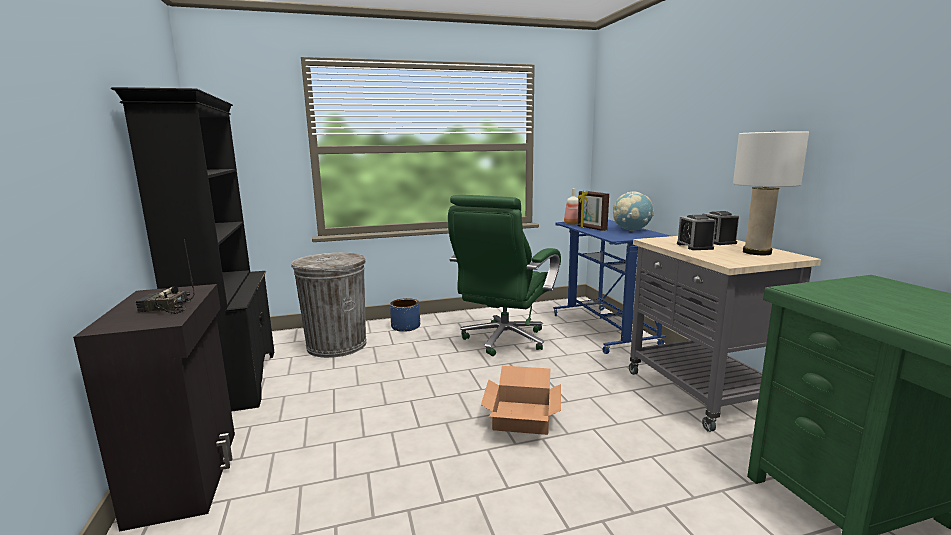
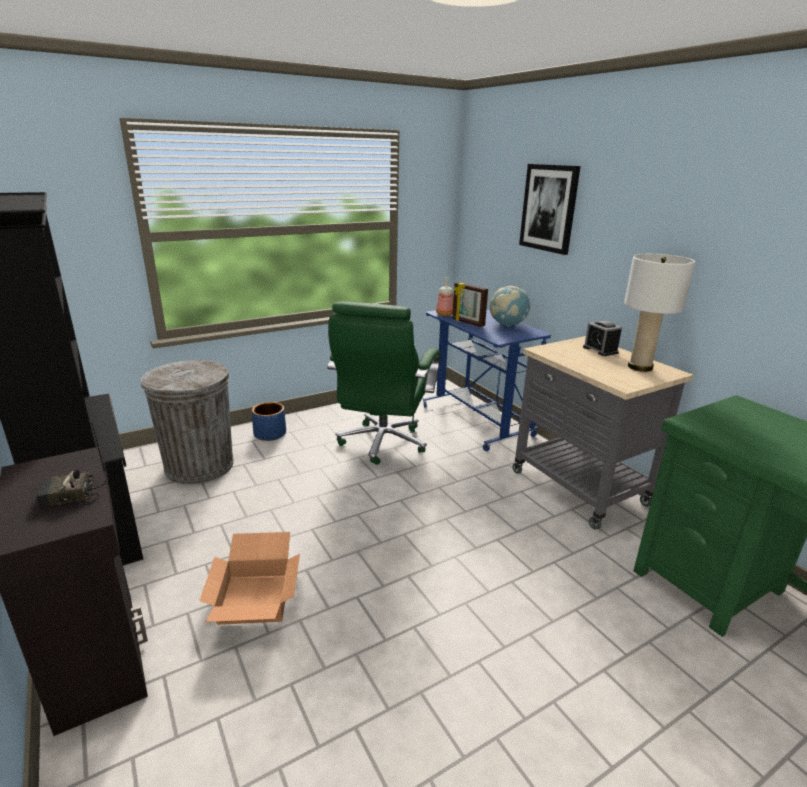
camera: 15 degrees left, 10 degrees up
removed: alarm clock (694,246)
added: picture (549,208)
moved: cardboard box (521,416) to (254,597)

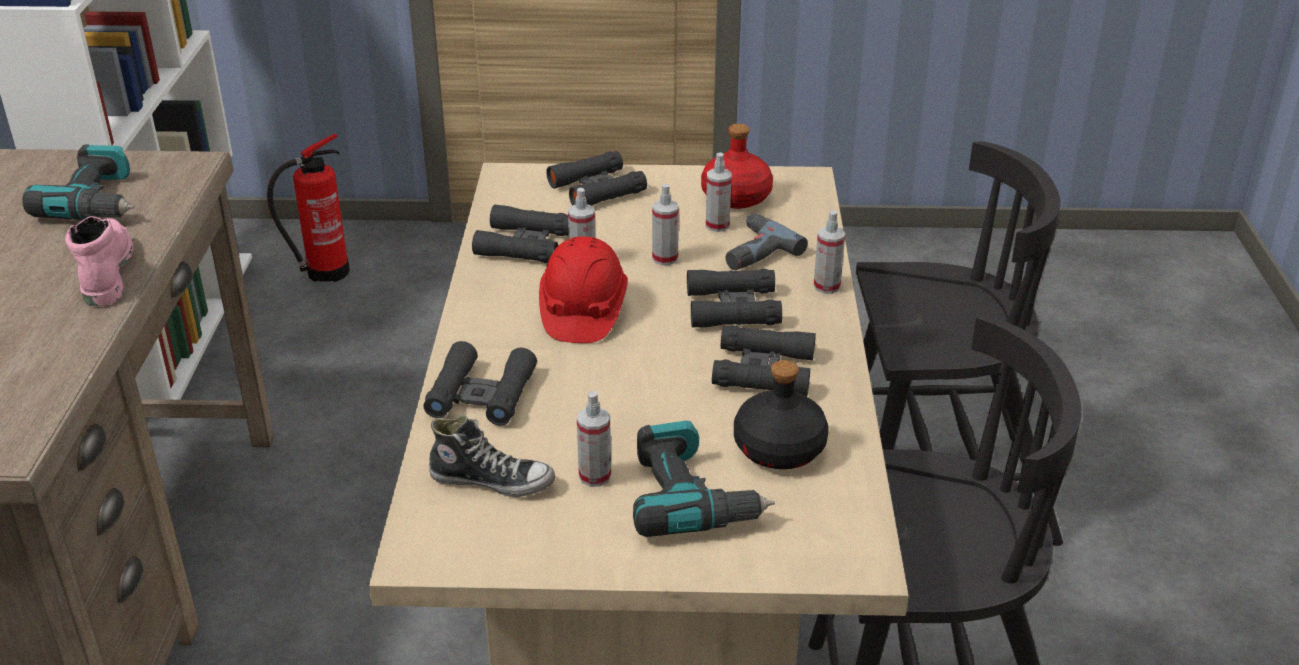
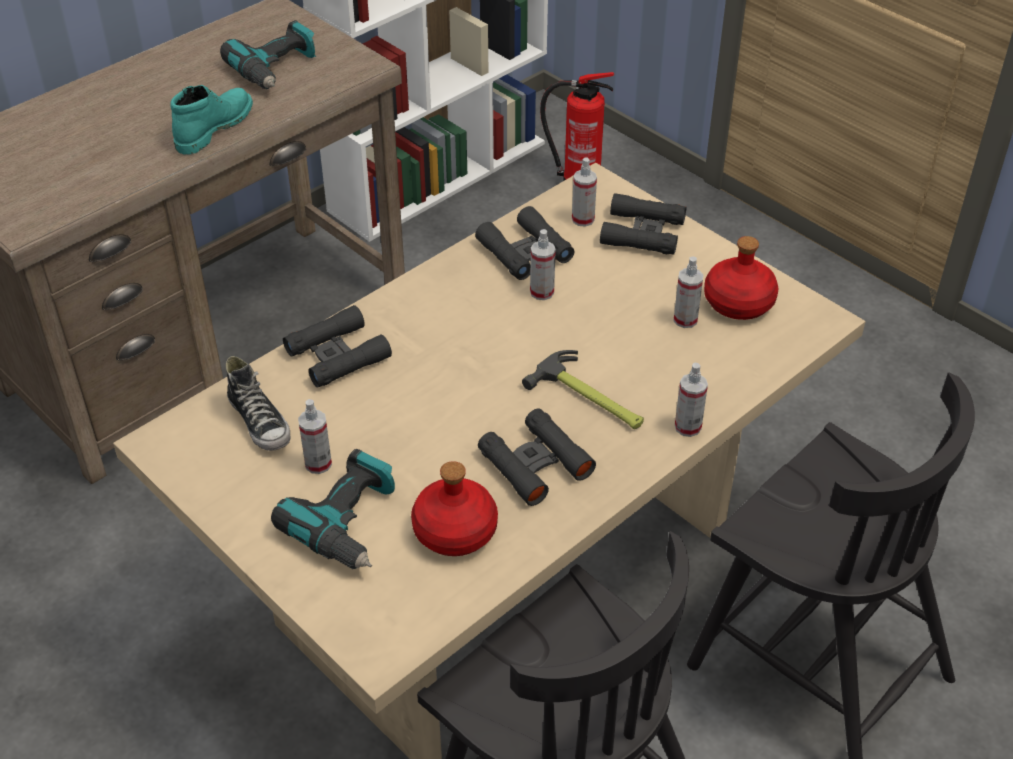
camera: 45 degrees right, 10 degrees up
removed: power drill (751,251); red hard hat (582,312)
moved: spray bottle (665,258) to (583,219)
replaced: black binoculars (733,308) to hammer (590,398)
recoloured: pink boot (105,272) to turquoise boot (213,128); black bottle (778,449) to red bottle (454,531)

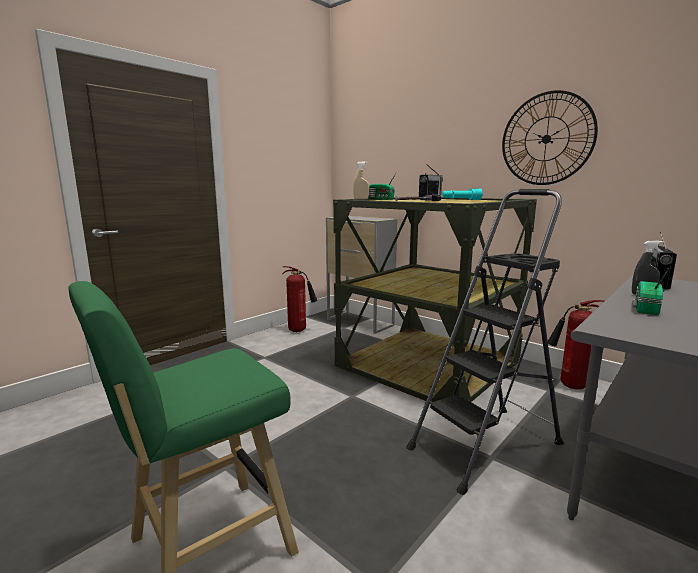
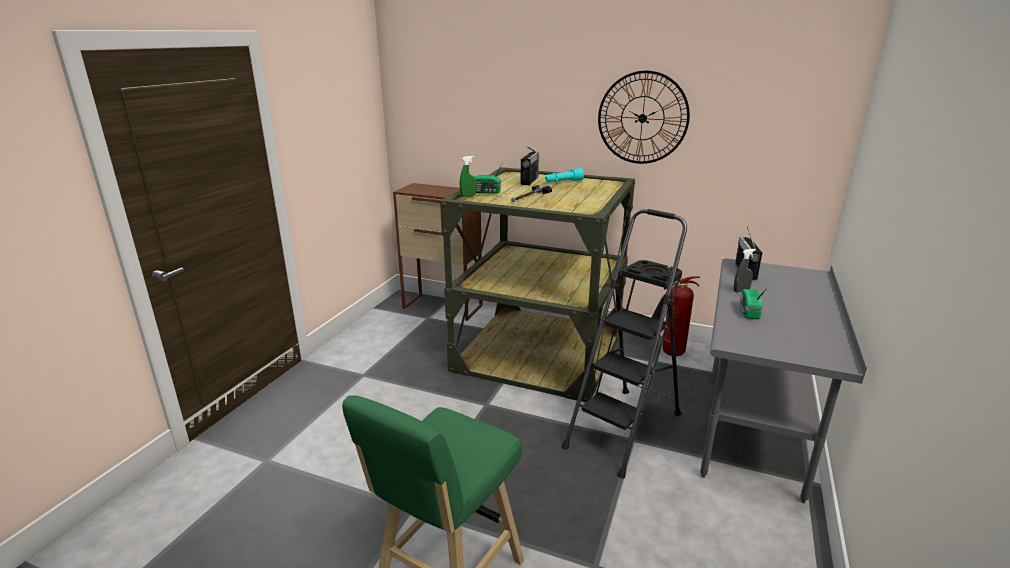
camera: 20 degrees left, 10 degrees up
removed: fire extinguisher (299,330)
recoloured: beige spray bottle (361,199) to green spray bottle (468,196); grey cabinet (360,323) to brown cabinet (443,307)

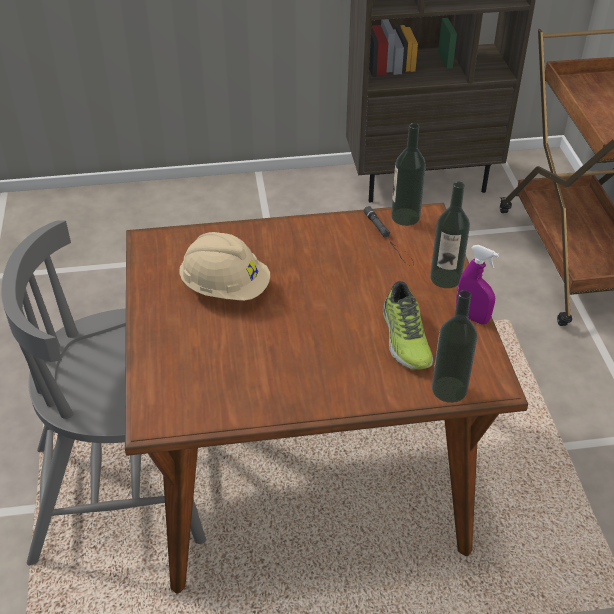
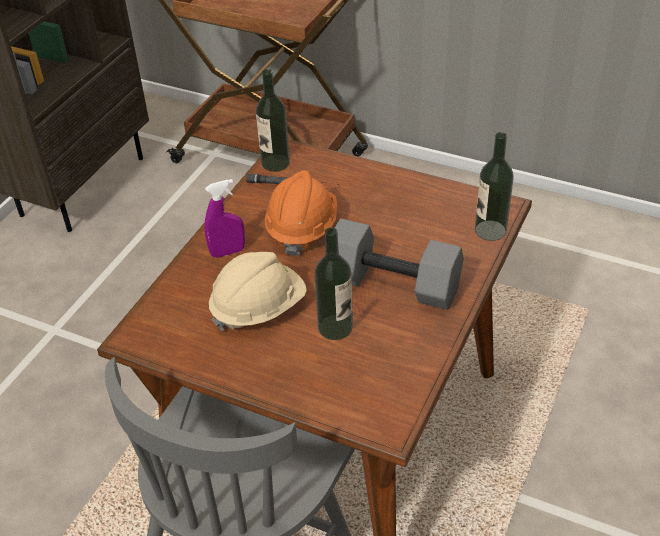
camera: 55 degrees left, 0 degrees up
removed: shoe (404,338)
added: orange hard hat (302,229); grey dumbbell (395,283)
moved: bottle (445,278) to (335,327); purple spray bottle (472,317) to (227,252)

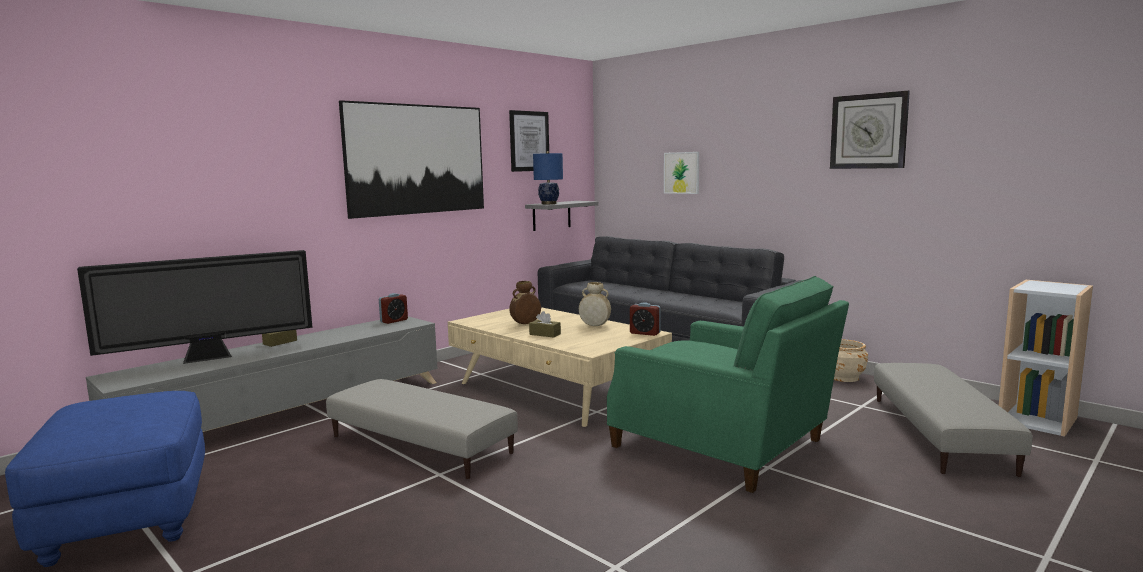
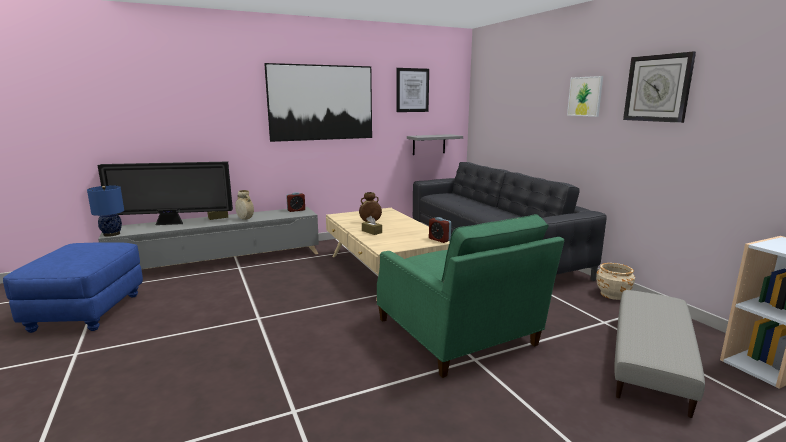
camera: 20 degrees right, 5 degrees up
removed: grey ottoman (420,444)
moved: blue table lamp (549,204) to (111,234); picture (681,173) to (585,96); beige vase (594,325) to (245,219)

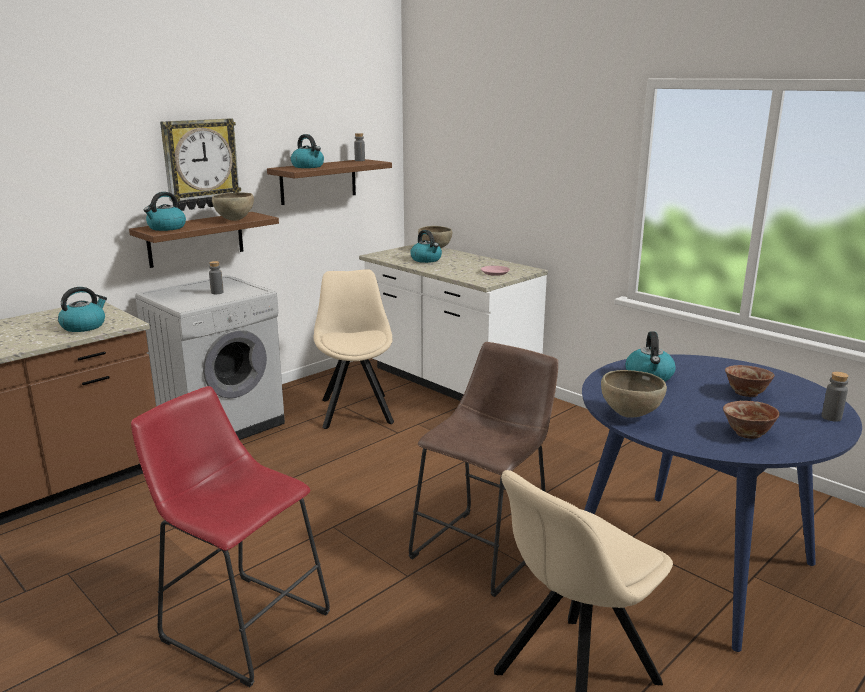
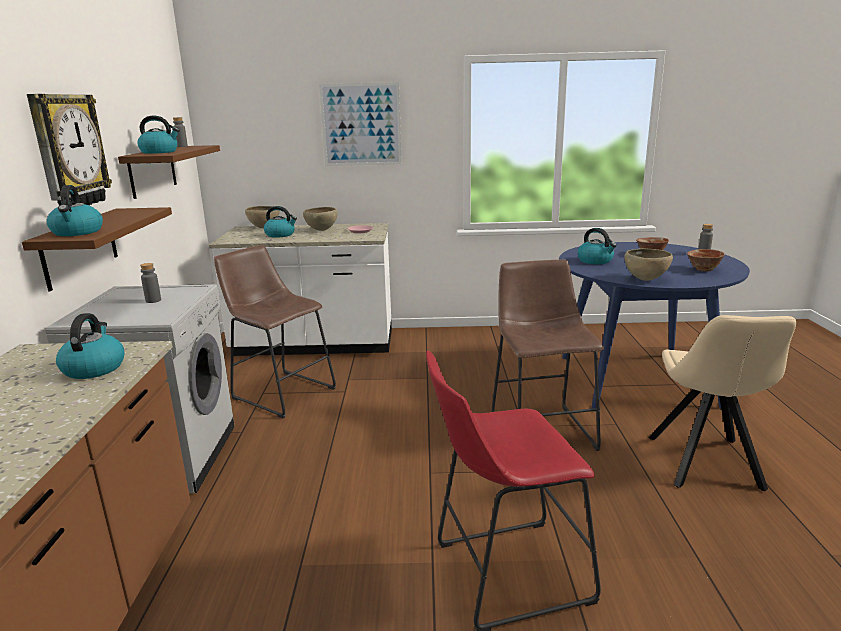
camera: 45 degrees left, 0 degrees up
added: picture (361,125)
moved: brown bowl (235,220) to (321,230)
replaced: beige chair (356,411) to brown stool (280,391)

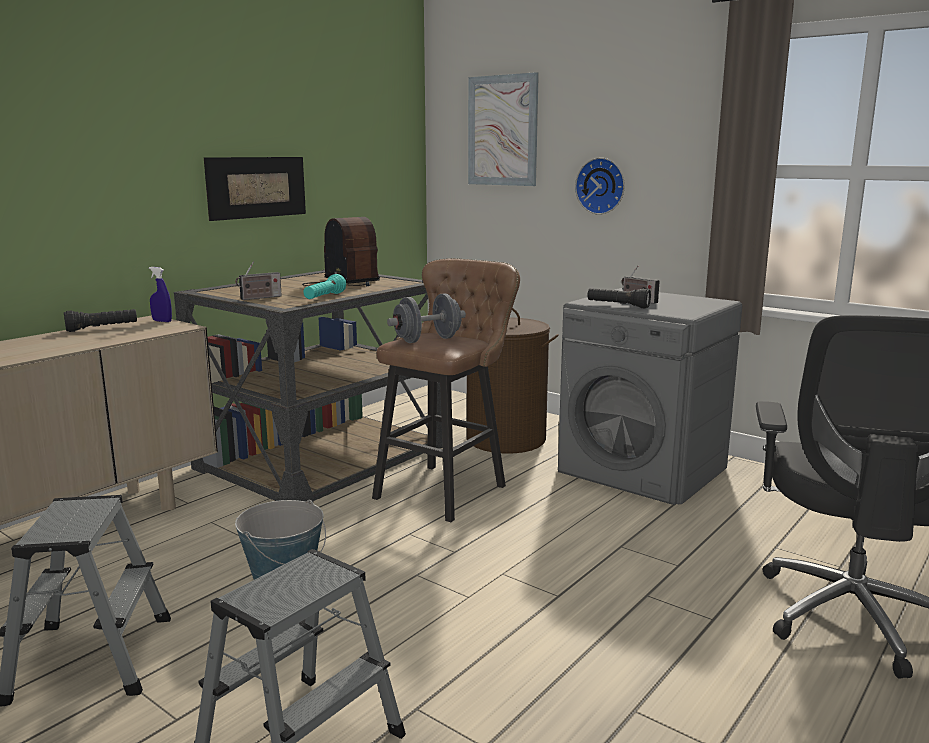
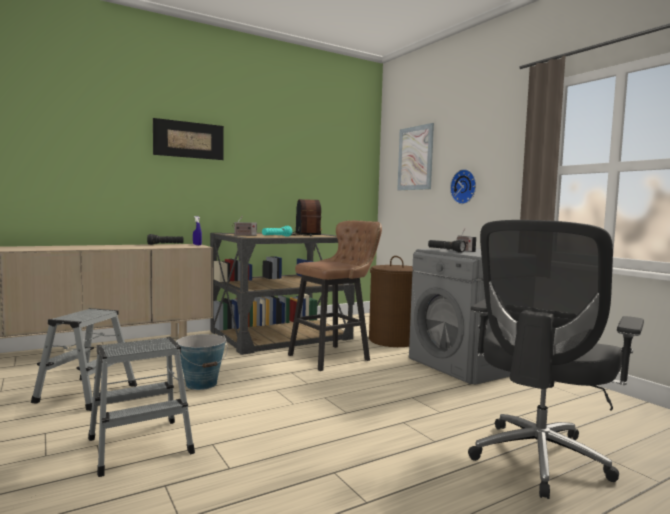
camera: 20 degrees right, 10 degrees down
removed: grey dumbbell (427,340)
moved: picture (257,187) to (189,140)

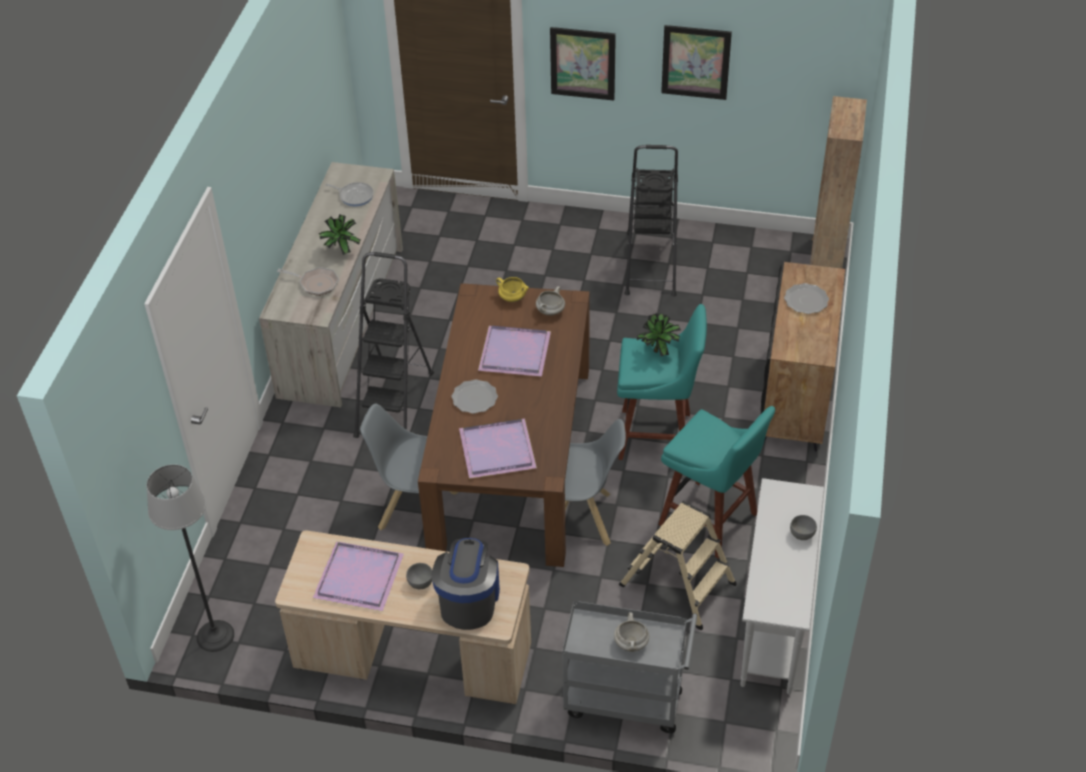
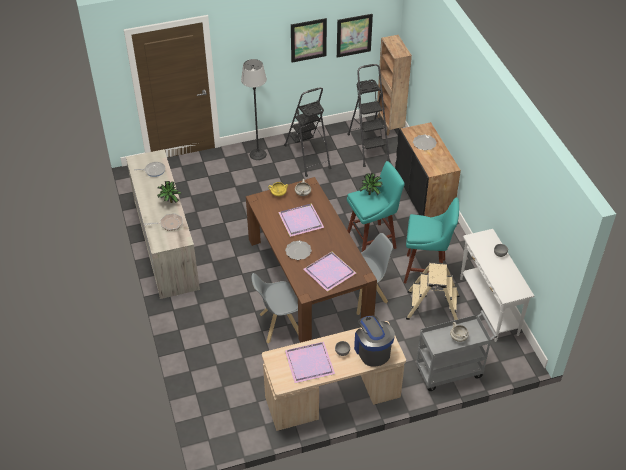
camera: 30 degrees left, 0 degrees up
moved: picture (582,63) to (354,35); step ladder (395,402) to (368,146); floor lamp (215,635) to (258,154)

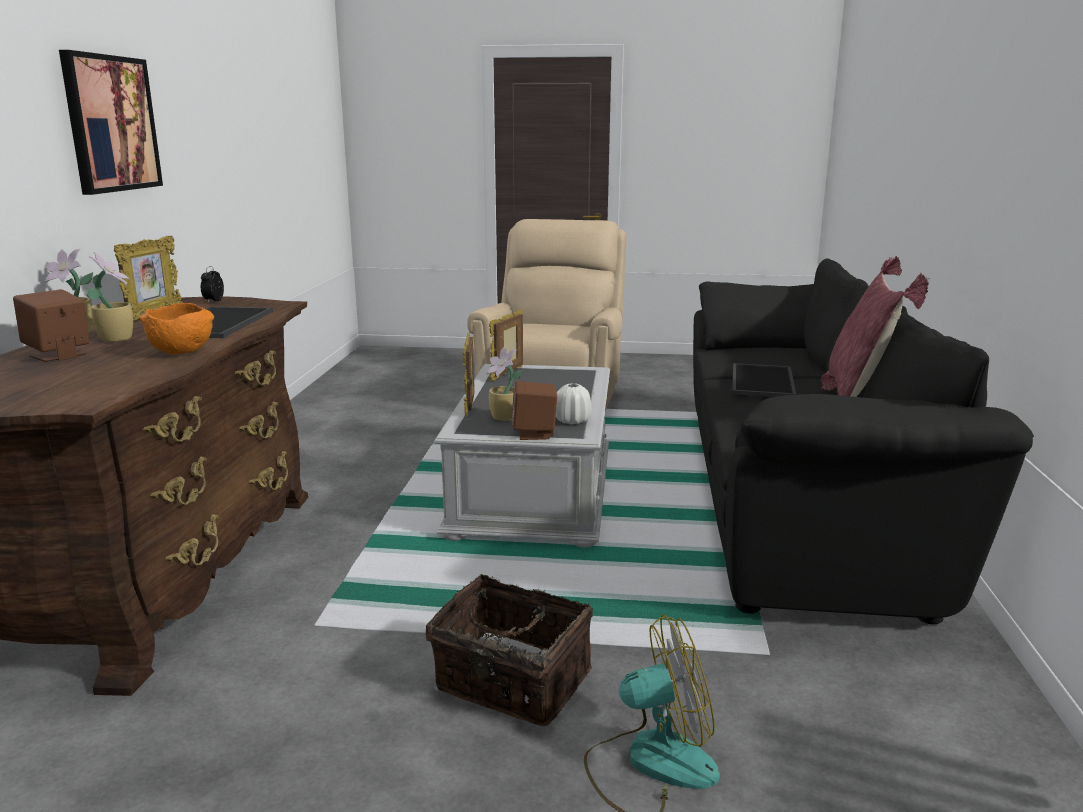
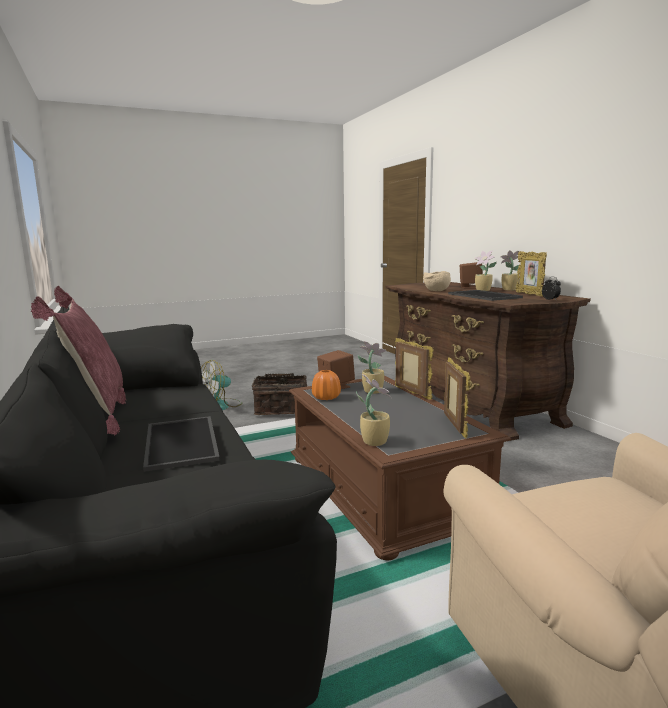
camera: 150 degrees right, 5 degrees down
removed: picture (111,124)
added: potted plant (374,441)
recoloured: orange bowl (183,352) to beige bowl (436,291); white coffee table (533,490) to brown coffee table (382,487); white vase (572,420) to orange vase (326,398)

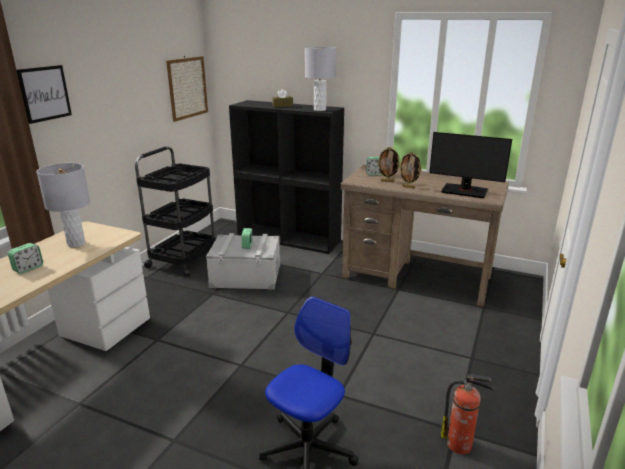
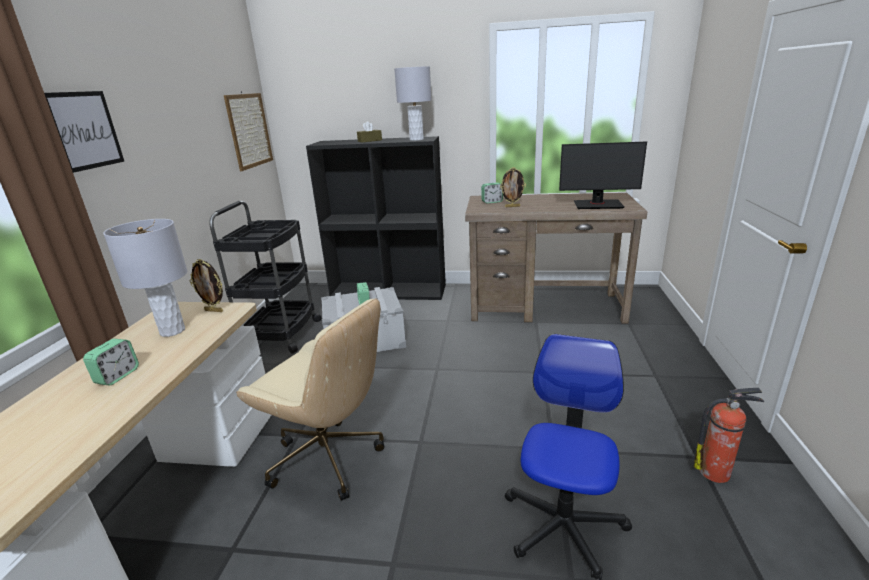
camera: 15 degrees left, 0 degrees up
added: beige office chair (329,462)
moved: picture frame (408,187) to (214,310)

